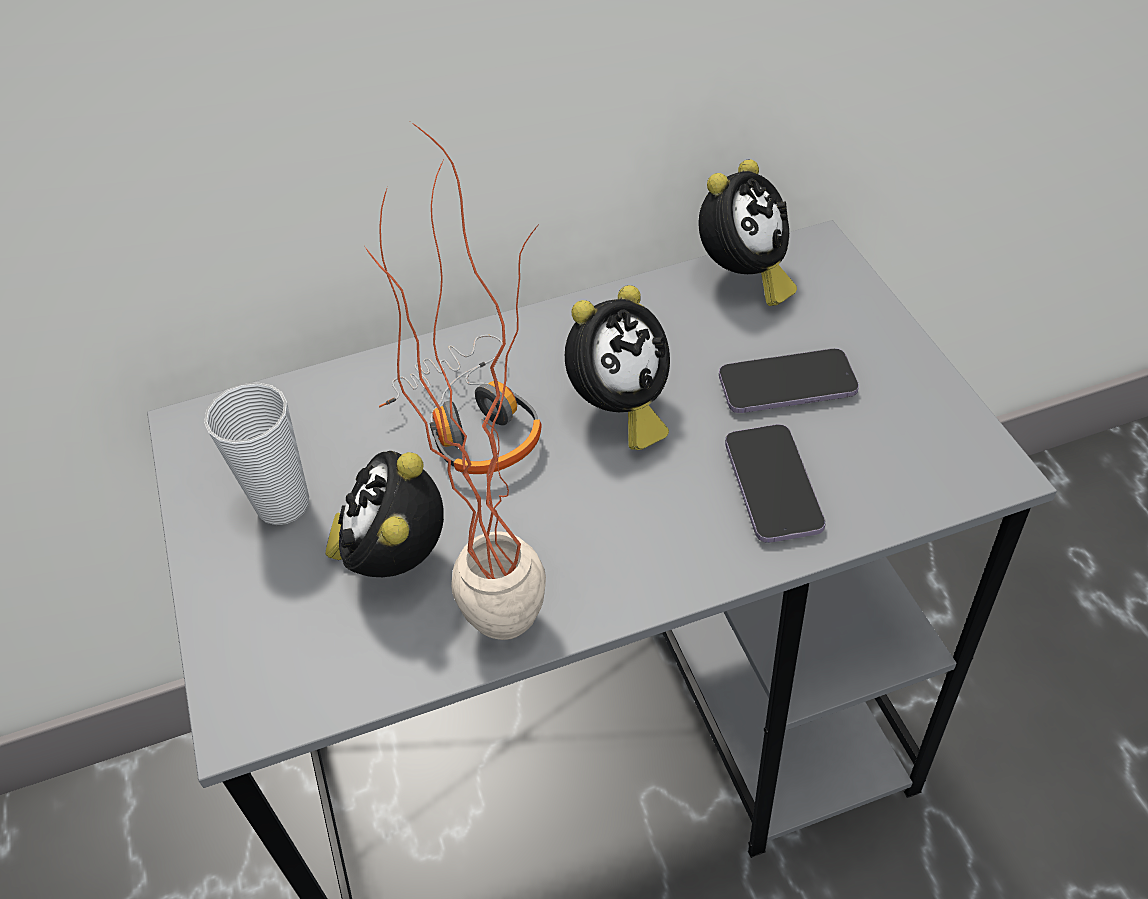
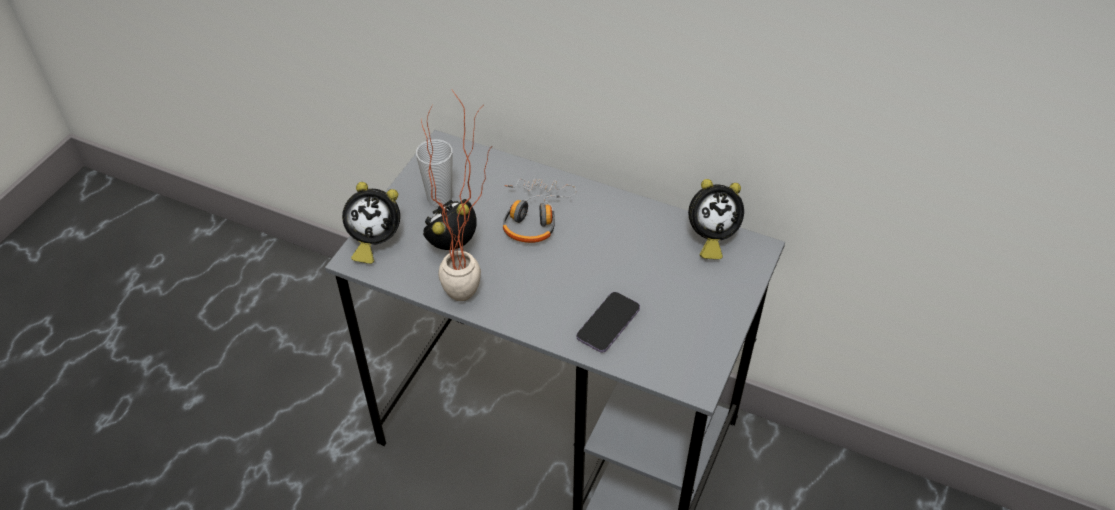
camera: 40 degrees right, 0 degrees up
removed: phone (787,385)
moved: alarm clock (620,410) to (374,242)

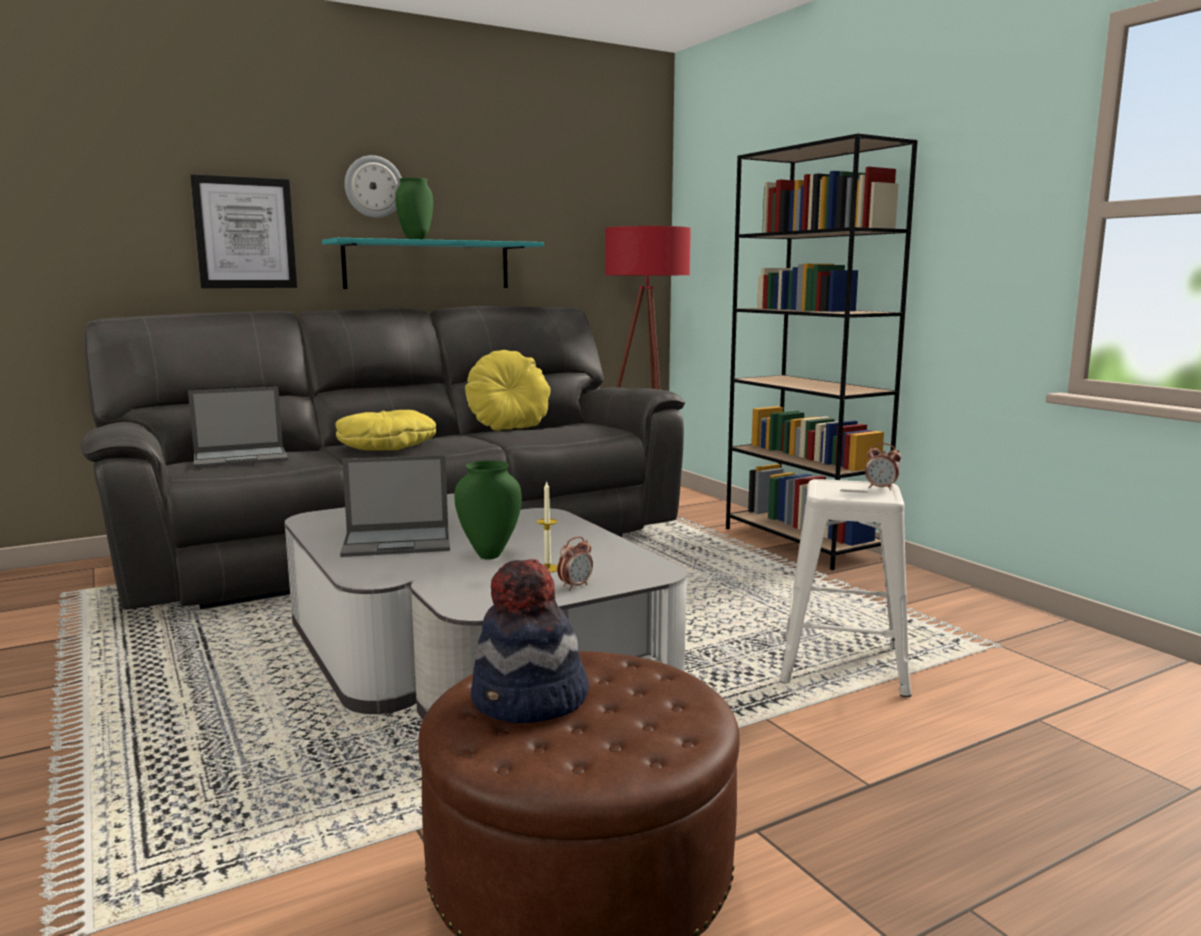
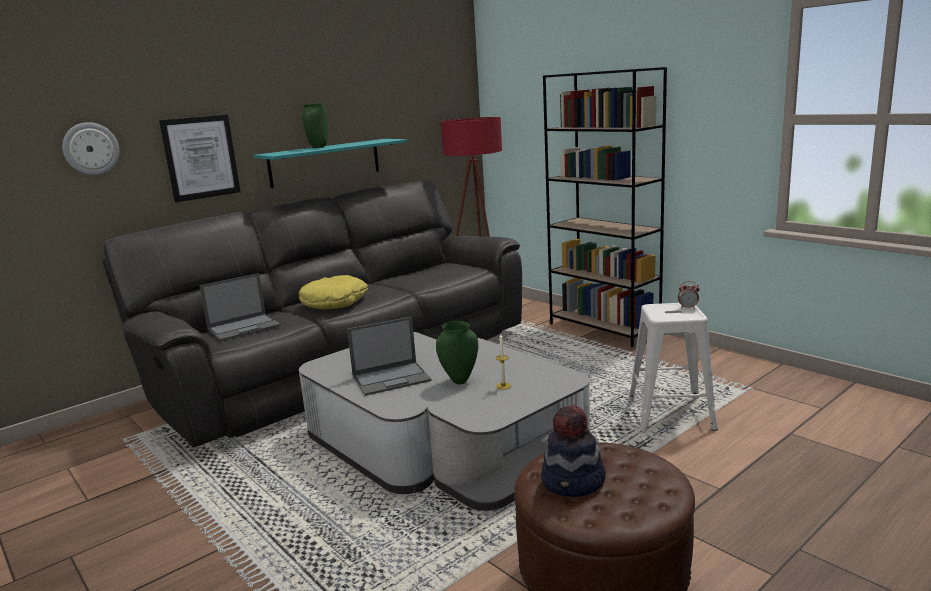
camera: 10 degrees left, 5 degrees up
removed: yellow pillow (508,428); alarm clock (575,586)
moved: wall clock (374,187) to (91,148)

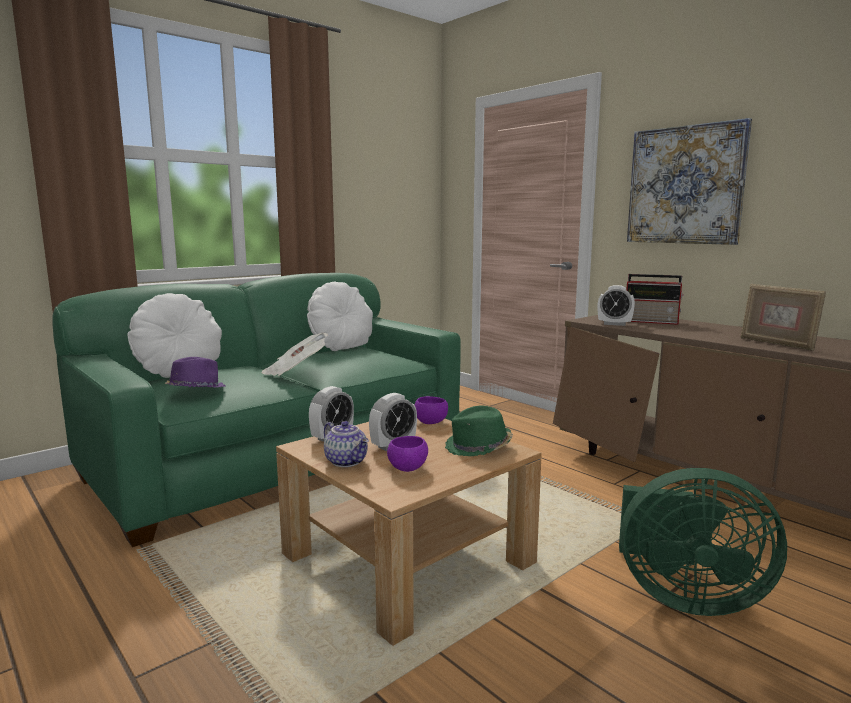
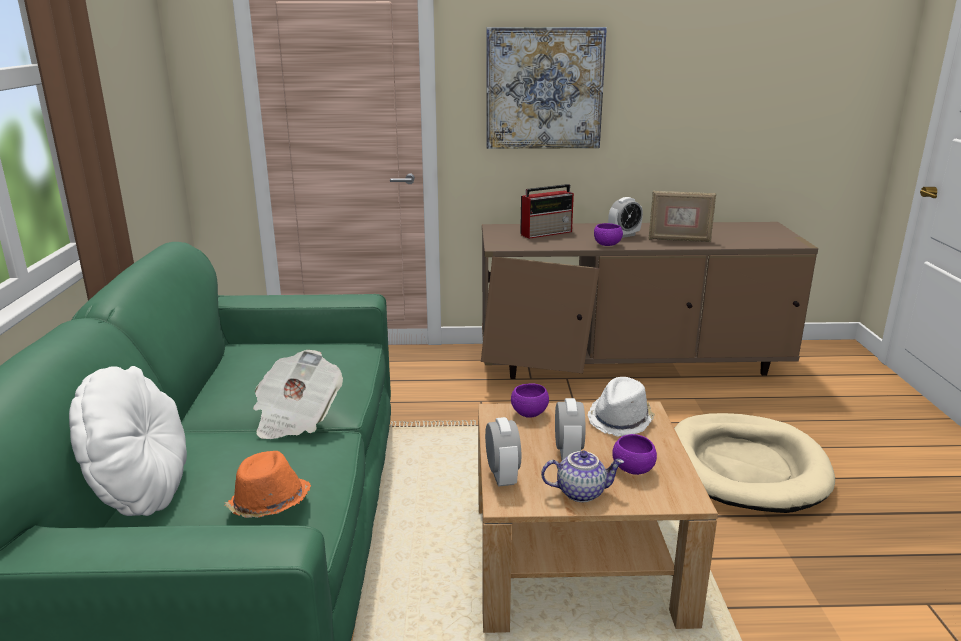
camera: 50 degrees left, 10 degrees up
removed: white pillow (341,348)
added: purple bowl (607,245)
moved: alarm clock (614,324) to (624,235)
replaced: green fan (684,596) to beige dog bed (746,467)
recoloured: purple hat (195,390) to orange hat (269,505); green hat (478,447) to white hat (621,420)

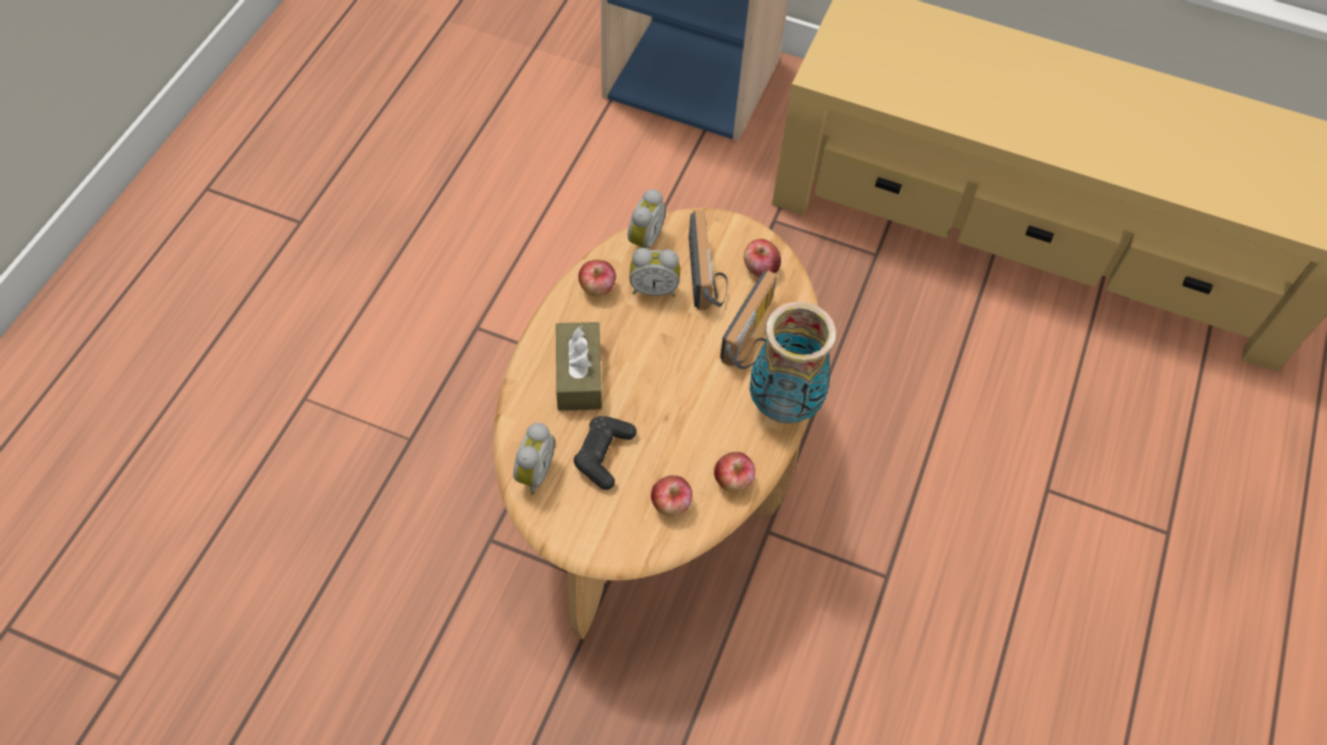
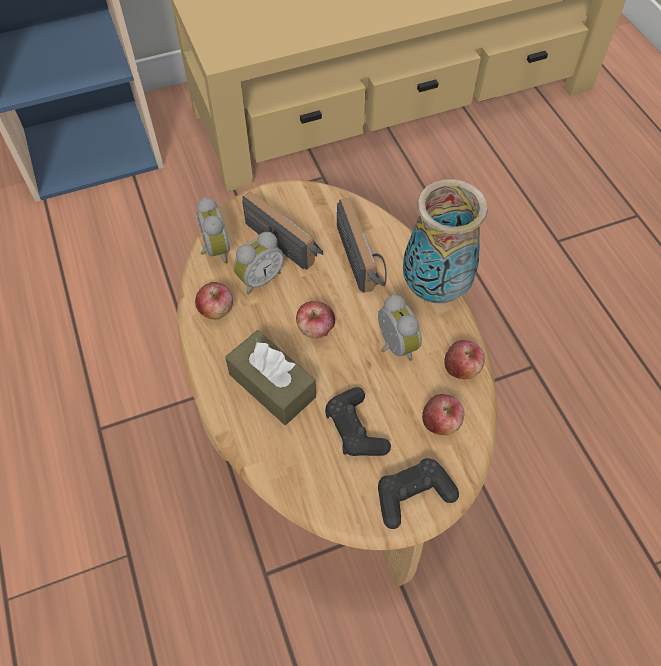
camera: 40 degrees left, 0 degrees up
added: black game controller (413,495)
moved: apple (760,268) to (315,329); alarm clock (532,472) to (393,346)

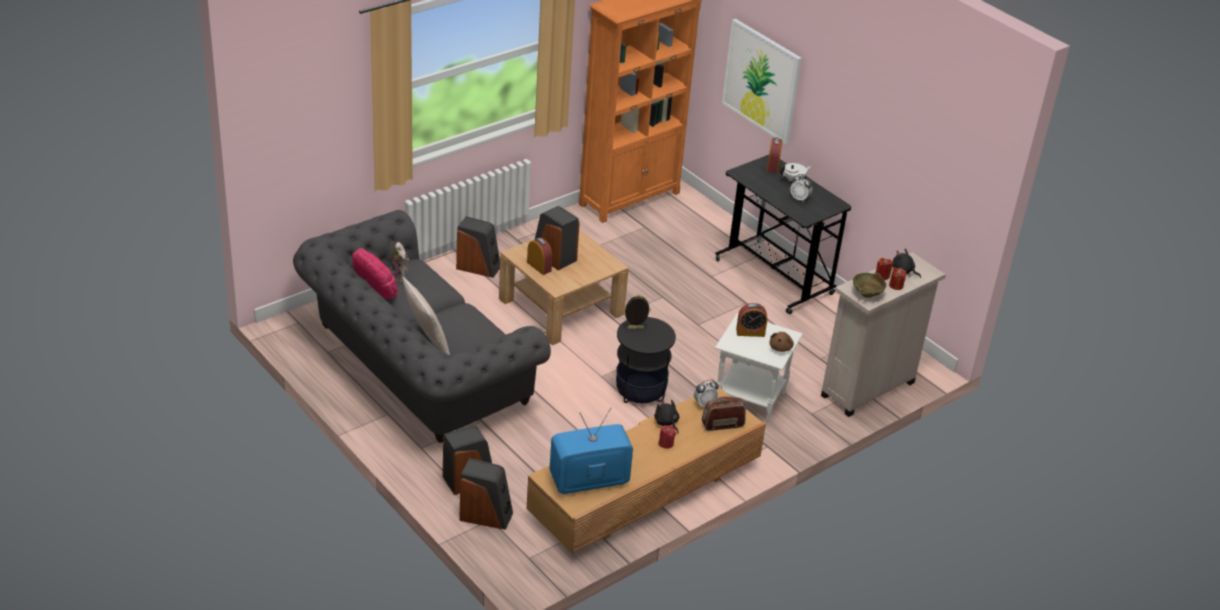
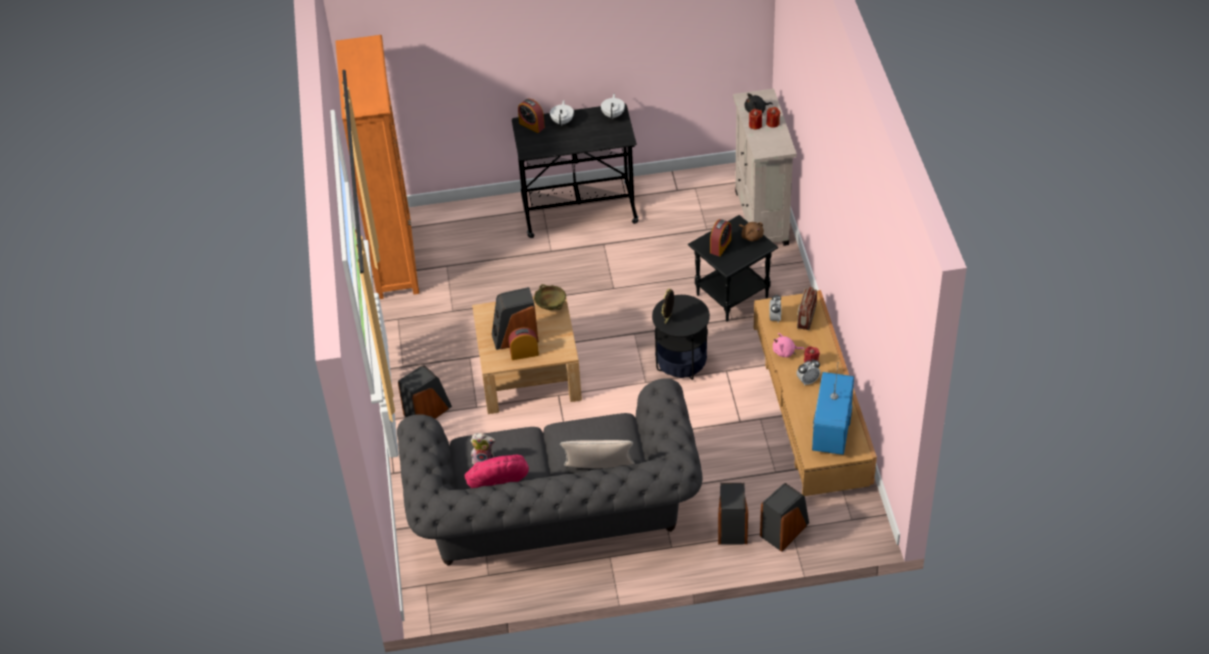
camera: 55 degrees left, 10 degrees up
removed: picture (762,80)
added: white teapot (613,115)
moved: alarm clock (799,198) to (807,381); beige bowl (867,293) to (550,305)
recoloured: white side table (751,399) to black side table (733,295); black plush toy (666,423) to pink plush toy (785,352)

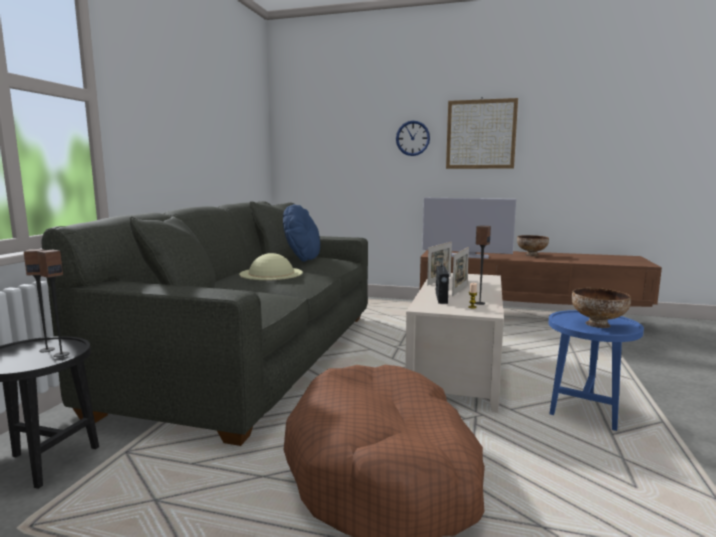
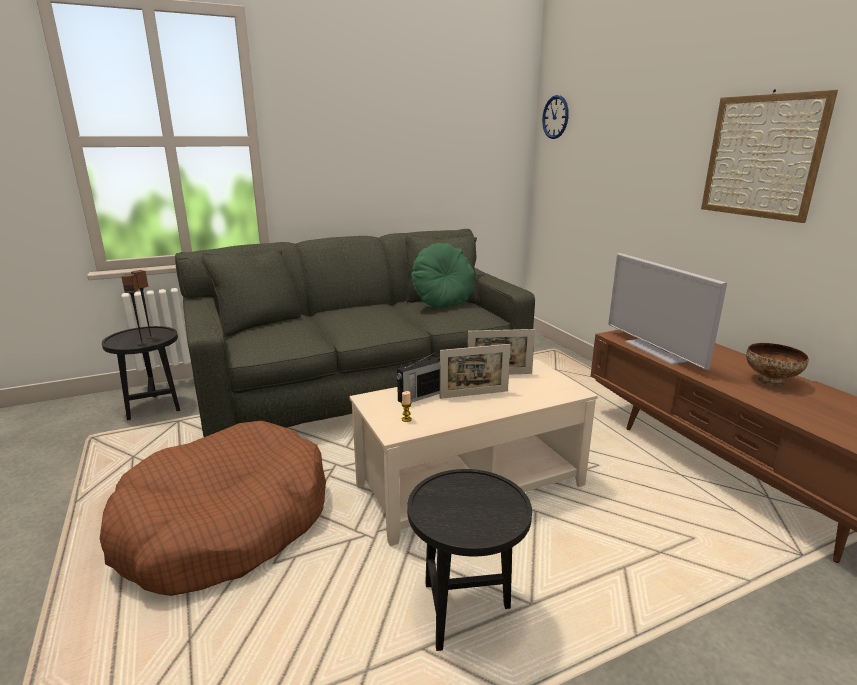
camera: 50 degrees right, 10 degrees up
removed: speaker (479,303); beige hat (271,273); bowl (597,324)
moved: wall clock (412,138) to (555,117)
recoloured: blue pillow (302,259) to green pillow (442,304); blue side table (585,412) to black side table (465,612)

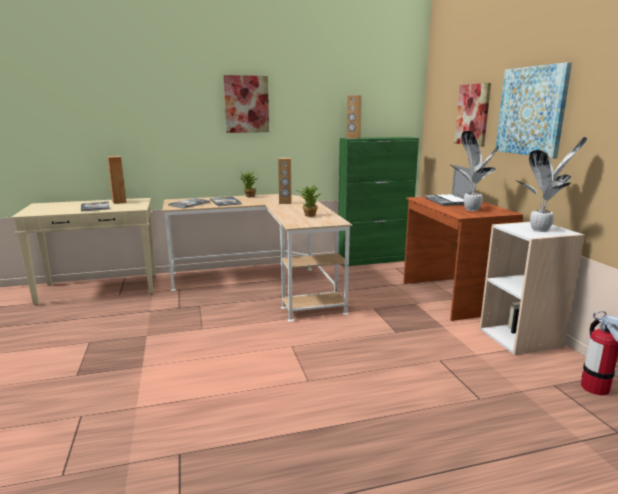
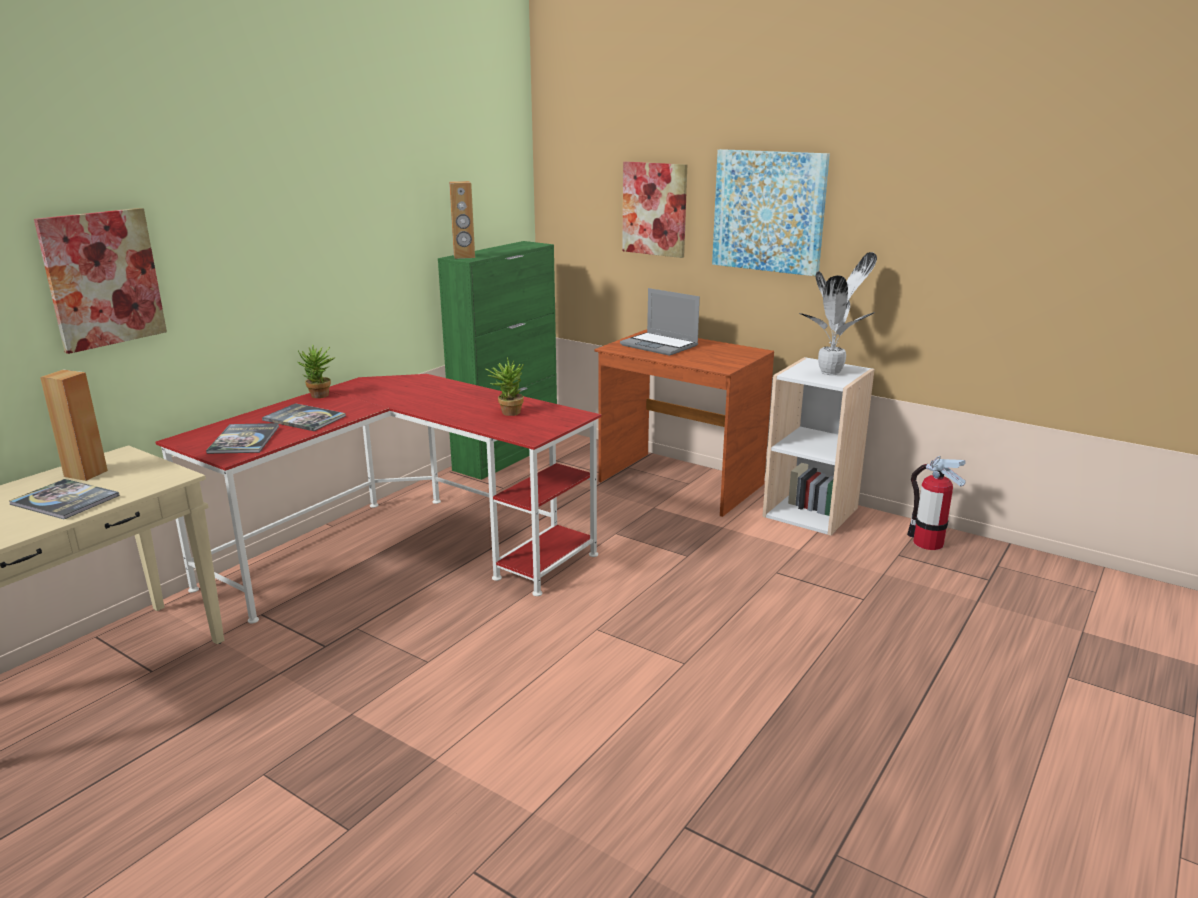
camera: 40 degrees left, 5 degrees up
removed: potted plant (470,210); brown speaker (285,202)
moved: picture (246,104) to (103,279)
recoloured: beige desk (264,283) to red desk (402,550)

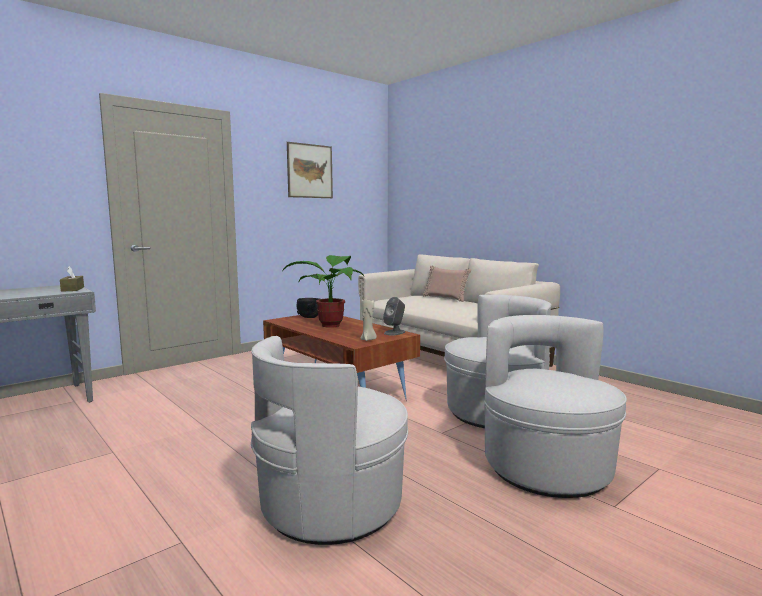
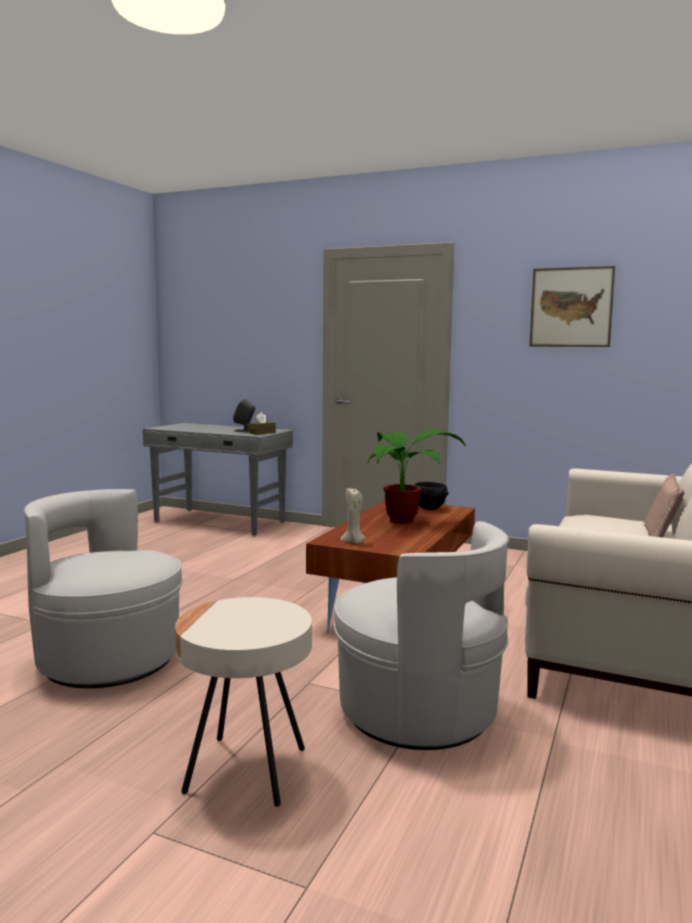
camera: 65 degrees right, 0 degrees up
moved: grey speaker (394,332) to (244,431)
replaced: white armchair (548,468) to beige side table (246,770)

